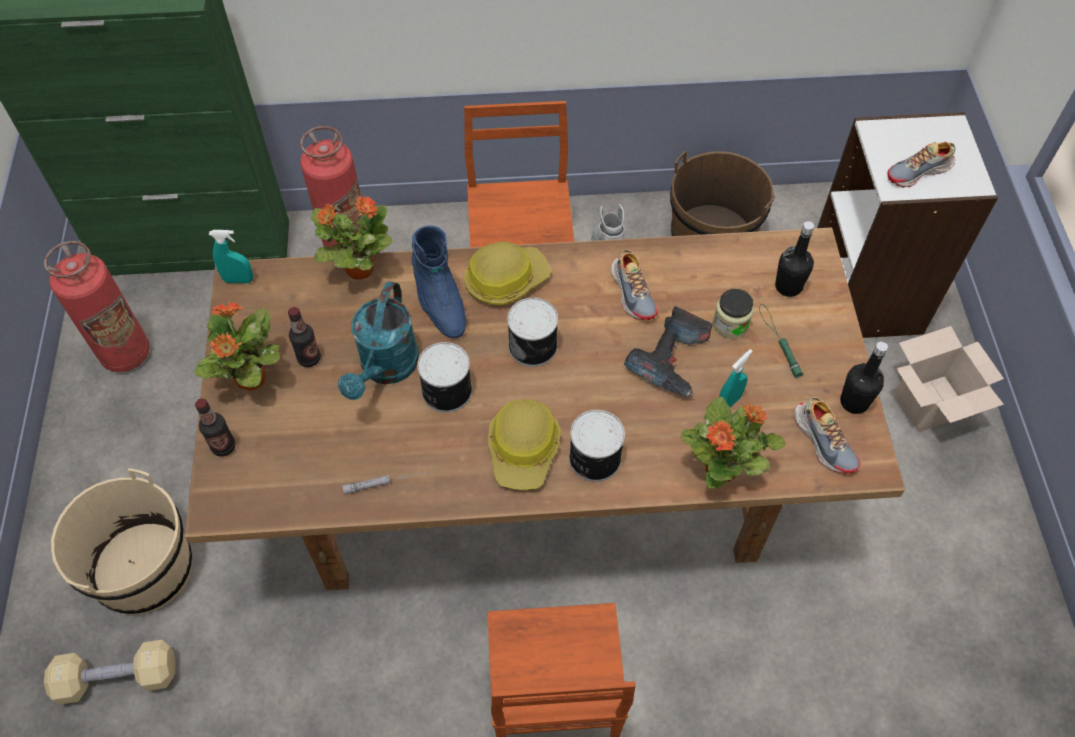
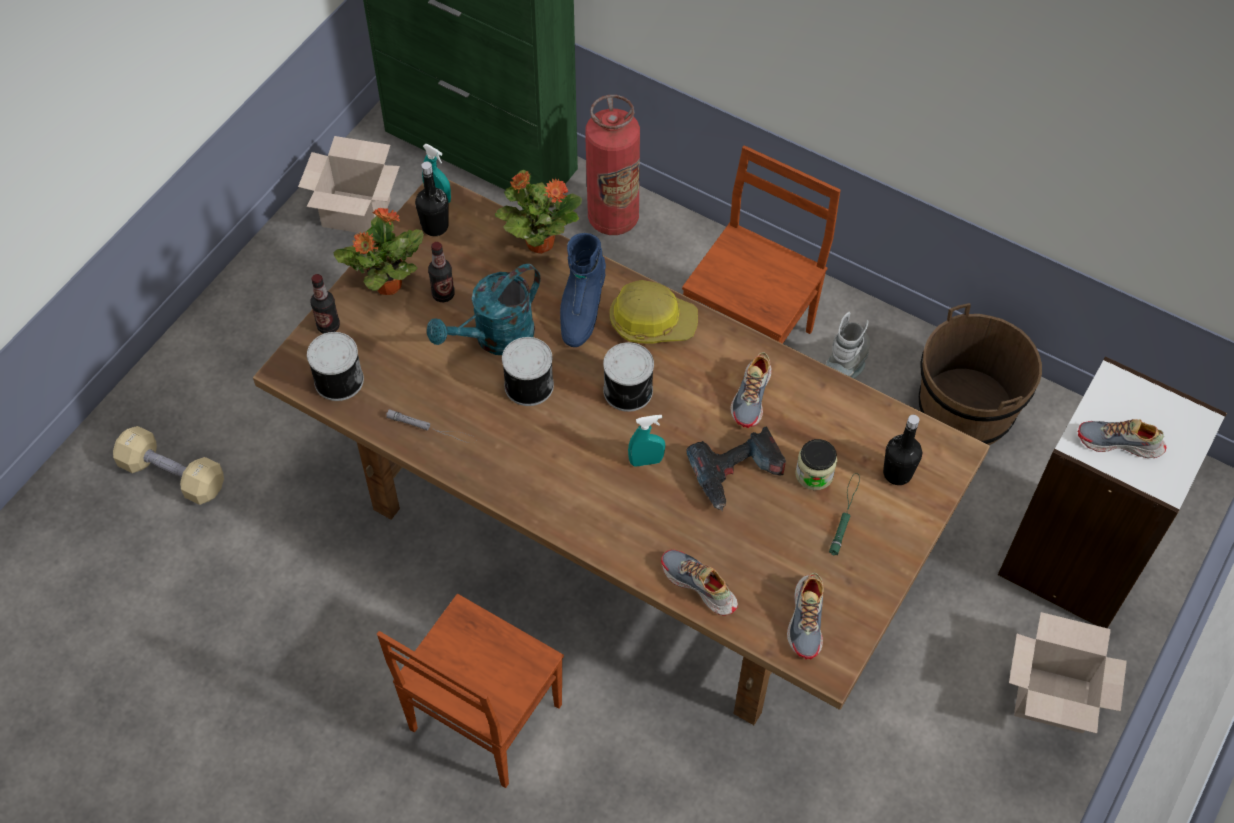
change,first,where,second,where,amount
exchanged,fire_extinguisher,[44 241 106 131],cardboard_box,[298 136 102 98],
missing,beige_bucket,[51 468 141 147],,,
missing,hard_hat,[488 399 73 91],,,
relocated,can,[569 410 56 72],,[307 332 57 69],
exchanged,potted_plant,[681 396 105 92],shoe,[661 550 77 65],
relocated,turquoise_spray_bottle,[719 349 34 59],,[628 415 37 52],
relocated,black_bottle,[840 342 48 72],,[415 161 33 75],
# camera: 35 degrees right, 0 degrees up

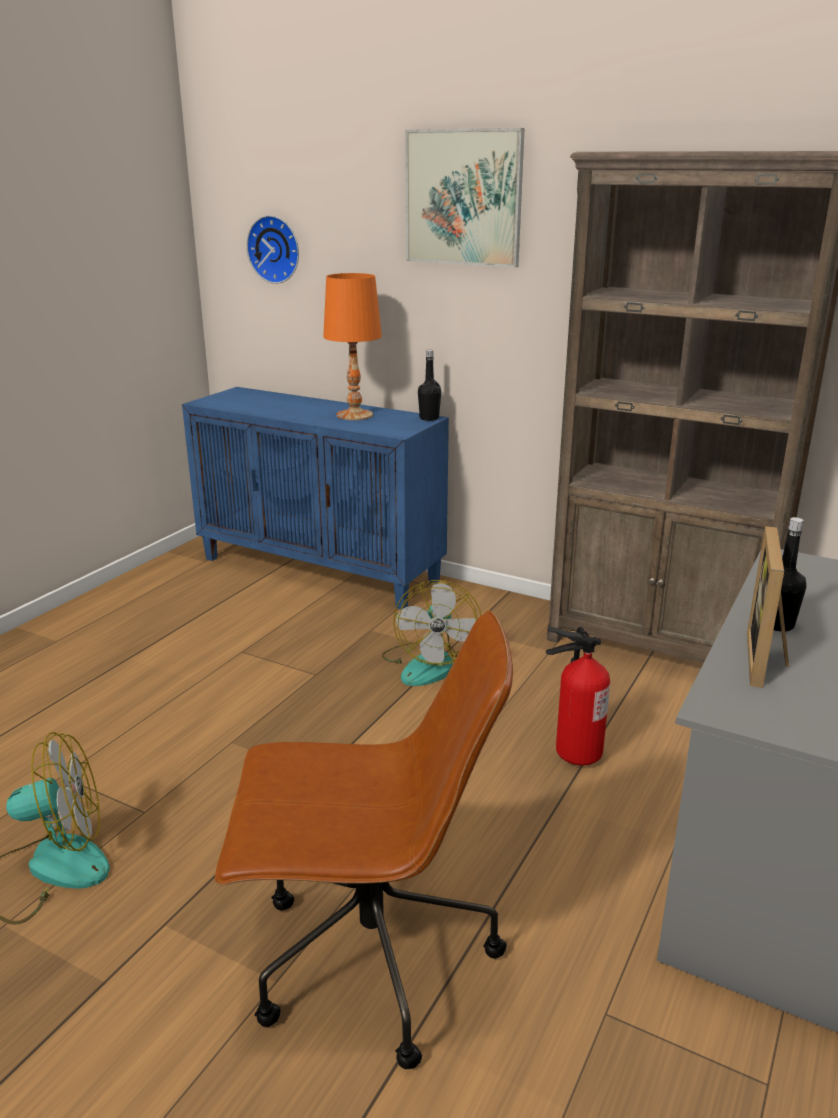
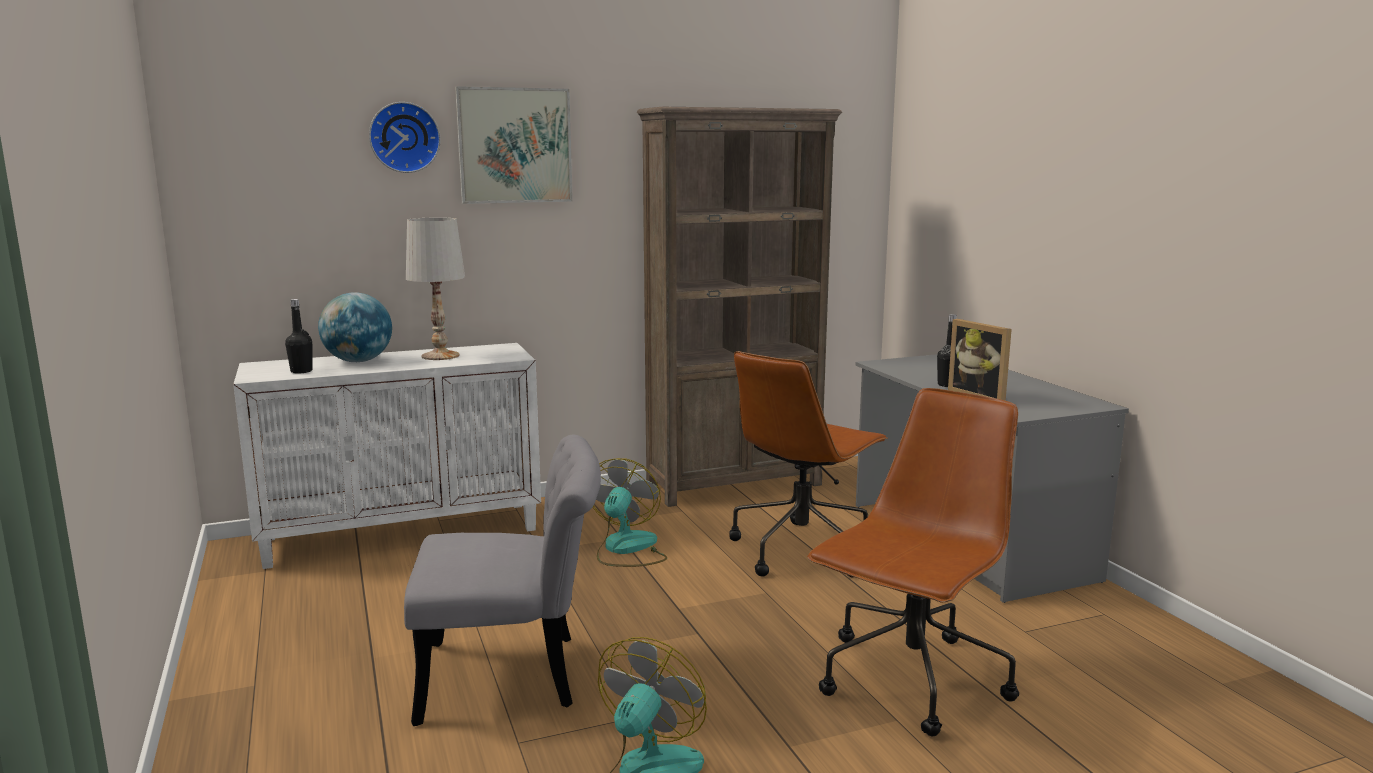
change,first,where,second,where,amount
colour,blue_cabinet,[182 387 267 223],white_cabinet,[233 343 308 226],
relocated,wall_clock,[246 215 53 69],,[369 102 72 71],
colour,orange_table_lamp,[323 273 59 147],white_table_lamp,[406 217 59 143],
spun,fan,[382 580 99 106],,[593 458 74 109],120 degrees counterclockwise
relocated,black_bottle,[418 350 23 71],,[285 299 28 74],
exchanged,fire_extinguisher,[546 627 64 139],brown_office_chair,[729 351 159 226],
appeared,,,globe,[318 292 74 70],
appeared,,,grey_chair,[404 435 197 291],
# camera: 50 degrees left, 10 degrees down

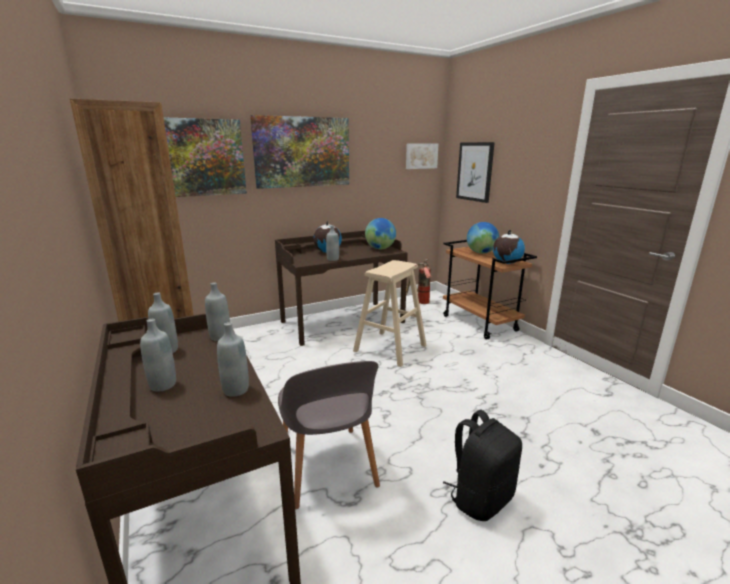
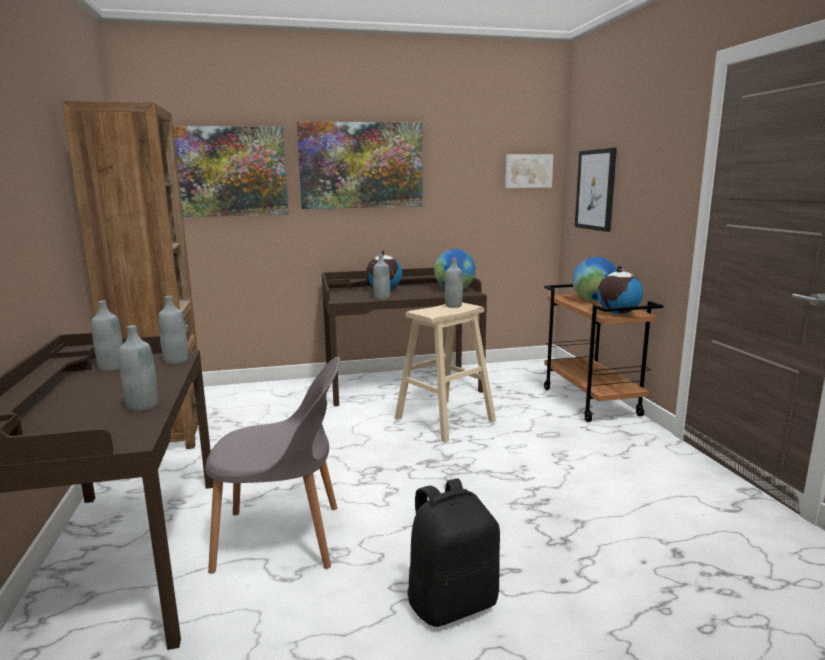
change,first,where,second,where,amount
relocated,grey_bottle,[140 319 36 72],,[445 258 18 50],
spun,grey_chair,[278 361 102 148],,[205 357 135 217],90 degrees counterclockwise
missing,fire_extinguisher,[406 259 26 45],,,
# camera: 15 degrees right, 5 degrees down

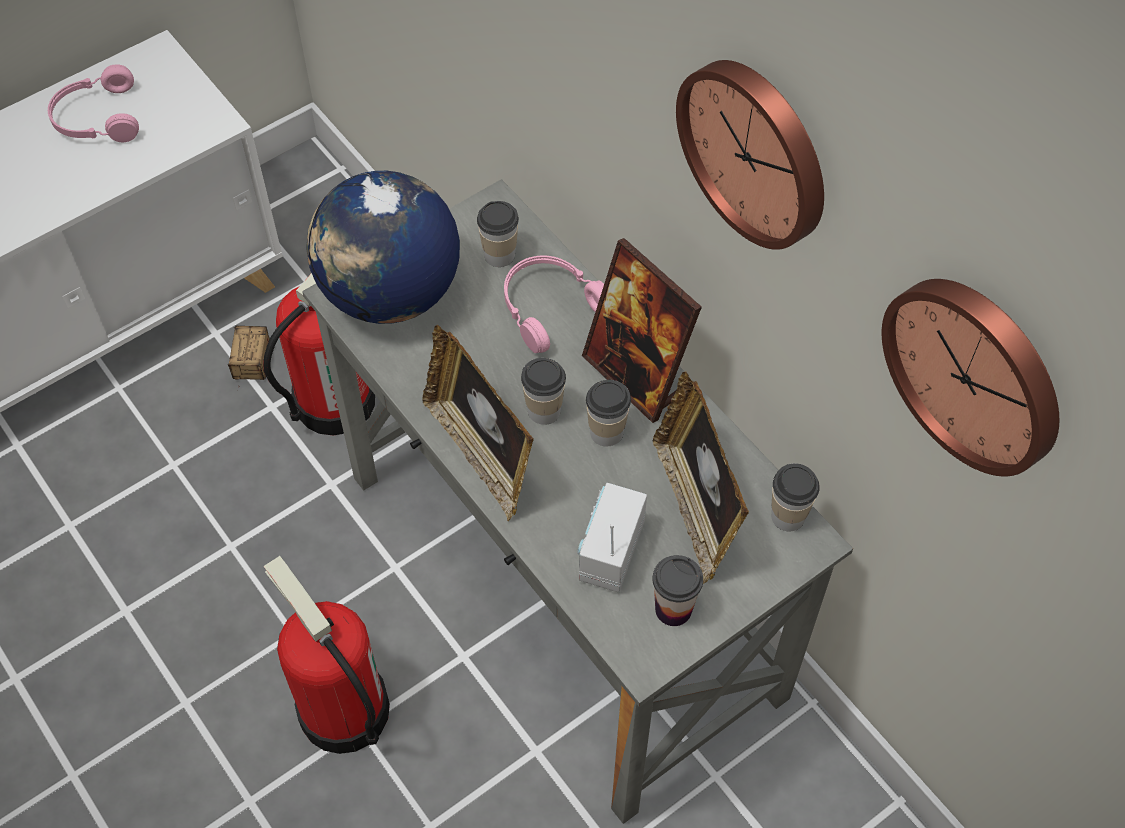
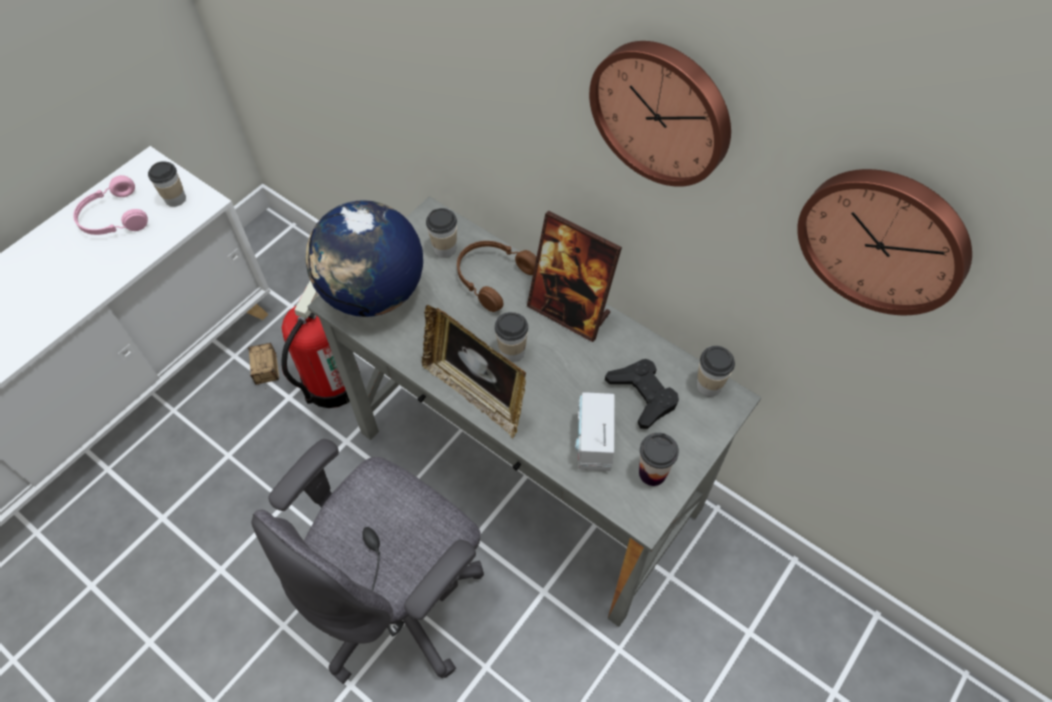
change,first,where,second,where,amount
exchanged,fire_extinguisher,[264 556 126 198],grey_office_chair,[251 439 233 245],
colour,pink_headphones,[504 255 100 98],brown_headphones,[457 241 79 71],
relocated,cup,[586 380 45 66],,[148 161 38 46],
exchanged,picture_frame,[653 372 96 212],black_game_controller,[605 359 74 70],
# camera: 15 degrees left, 0 degrees up

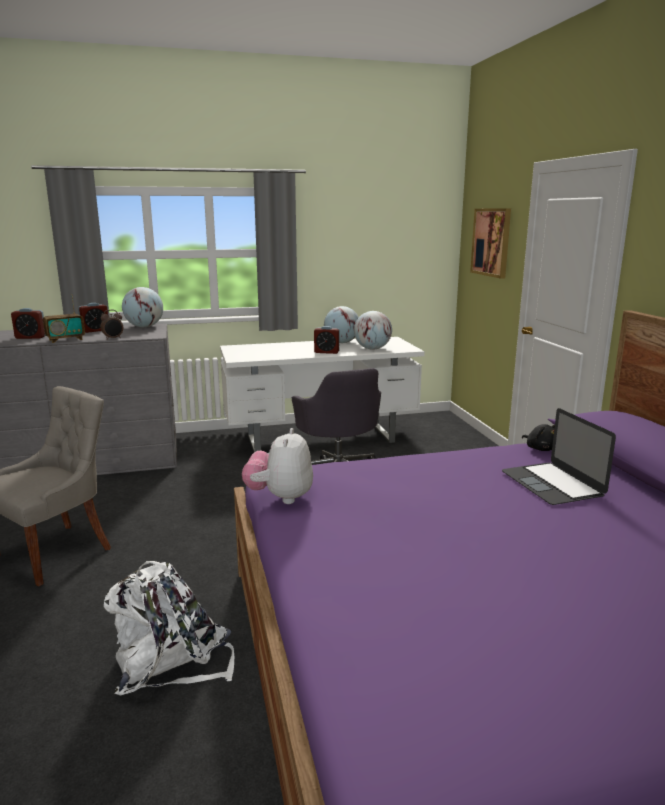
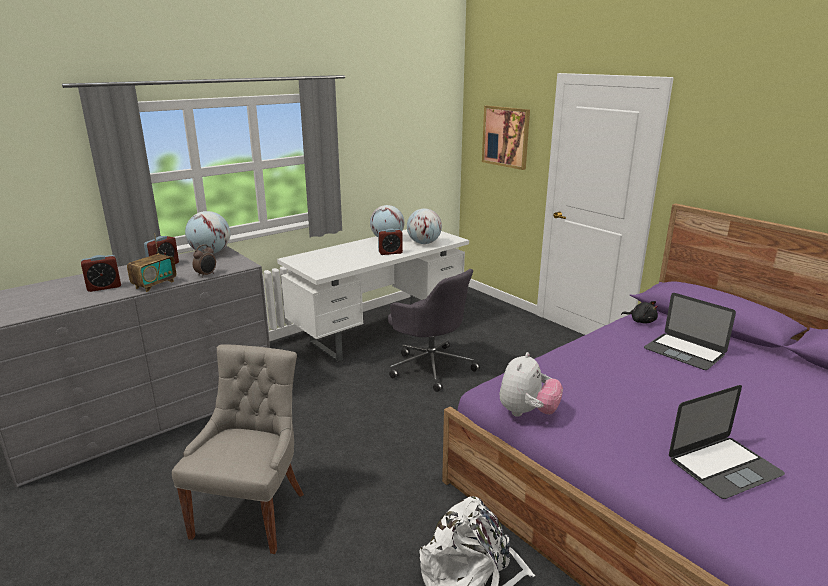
change,first,where,second,where,amount
spun,plush_toy,[242 428 71 76],,[500 352 63 65],135 degrees counterclockwise
appeared,,,laptop,[669 385 116 114],
# camera: 25 degrees left, 5 degrees up

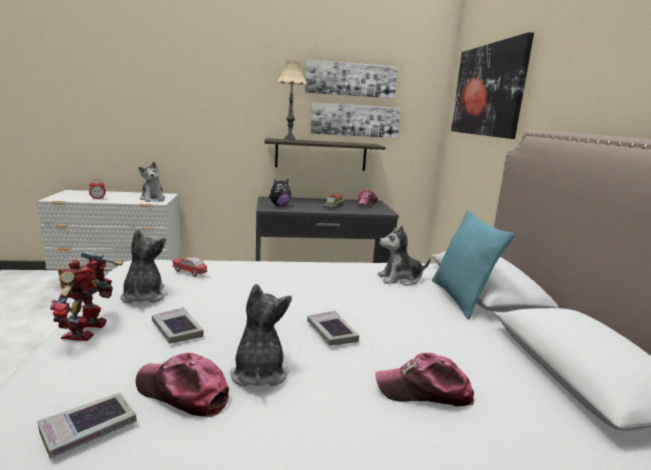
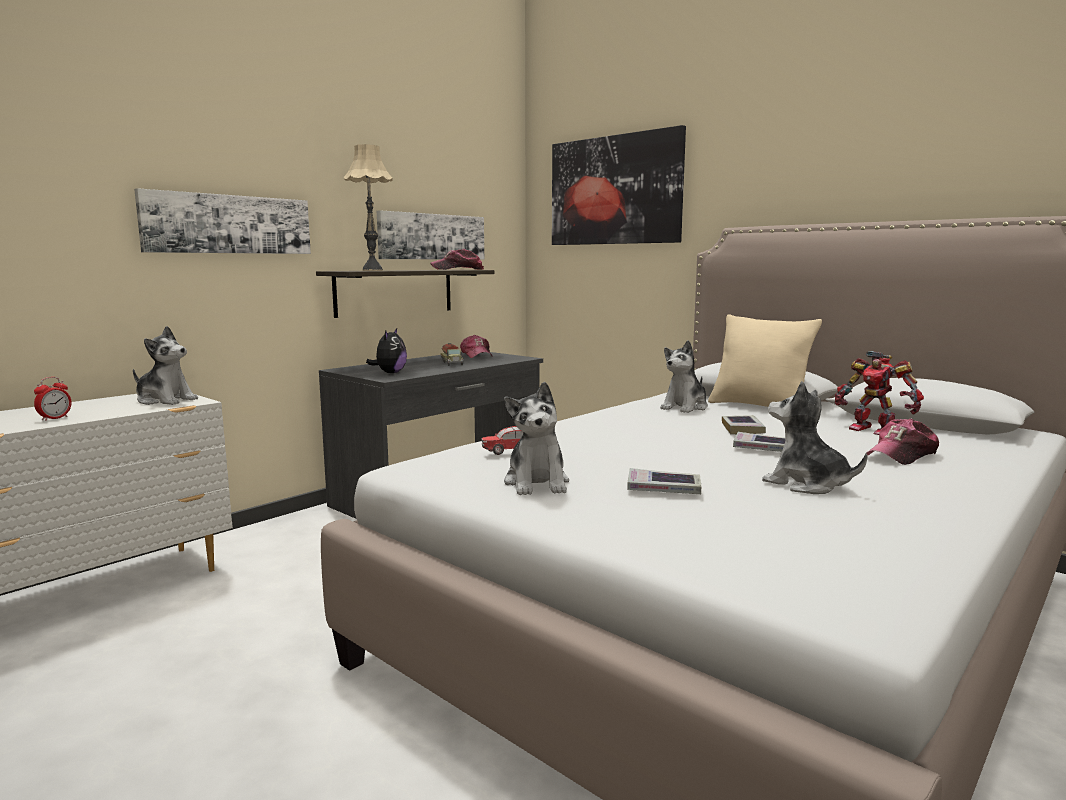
change,first,where,second,where,amount
relocated,book,[37 393 100 66],,[722 415 44 20],
relocated,toy_robot,[50 250 73 91],,[835 351 89 84],
spun,plush_toy,[120 229 47 75],,[504 382 65 113],135 degrees counterclockwise
relocated,cap,[135 353 94 64],,[430 249 54 21],
relocated,picture,[305 59 93 40],,[134 188 177 66],
colour,turquoise_pillow,[432 210 83 109],beige_pillow,[708 314 114 93],
# camera: 40 degrees left, 5 degrees down

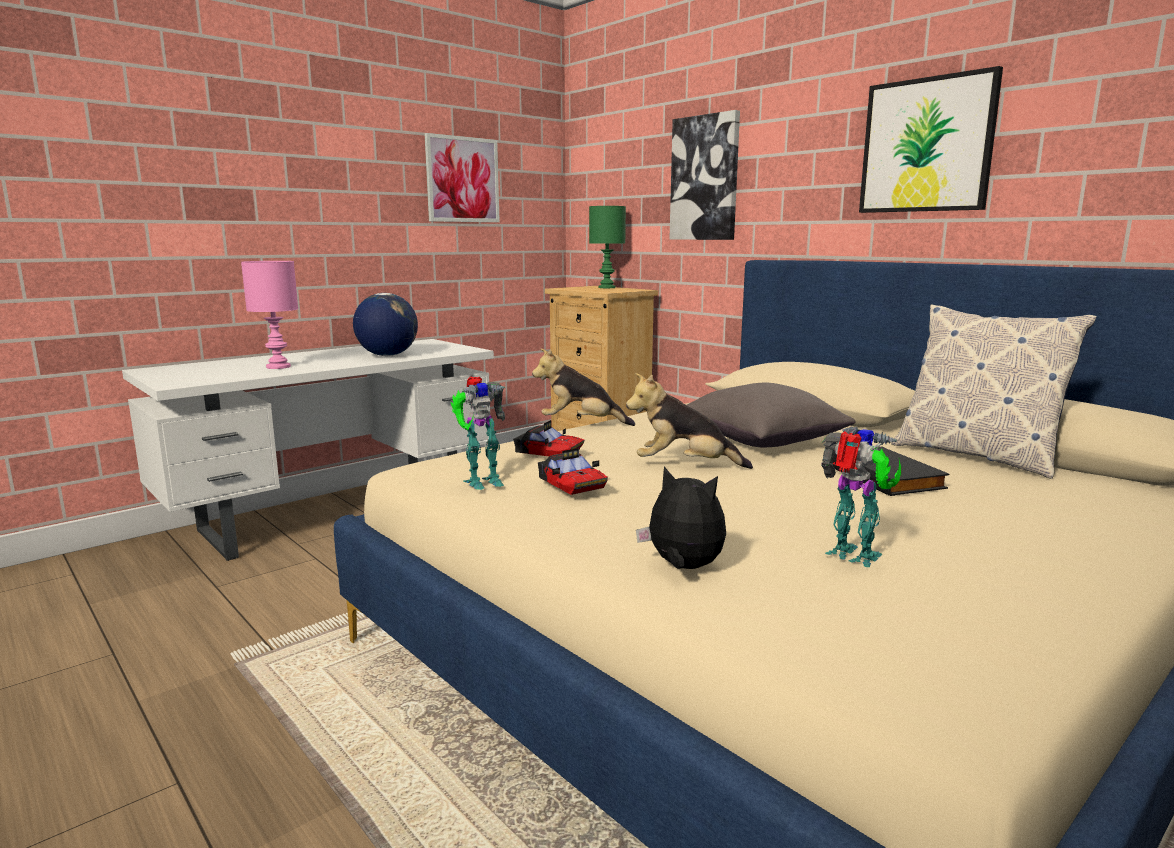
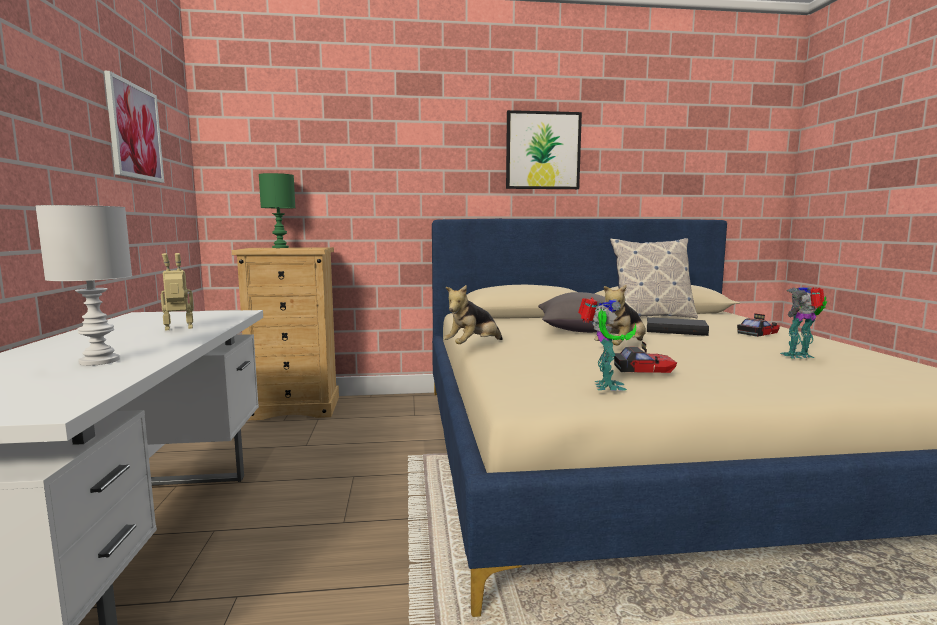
change,first,where,second,where,amount
colour,pink_table_lamp,[241 261 57 108],white_table_lamp,[35 205 97 161],
exchanged,globe,[353 293 65 63],toy_robot,[161 253 33 78],
relocated,toy_car,[513 420 72 36],,[737 313 43 24],
missing,plush_toy,[636 466 90 103],,,
missing,picture,[669 110 71 130],,,
# camera: 55 degrees left, 5 degrees down

